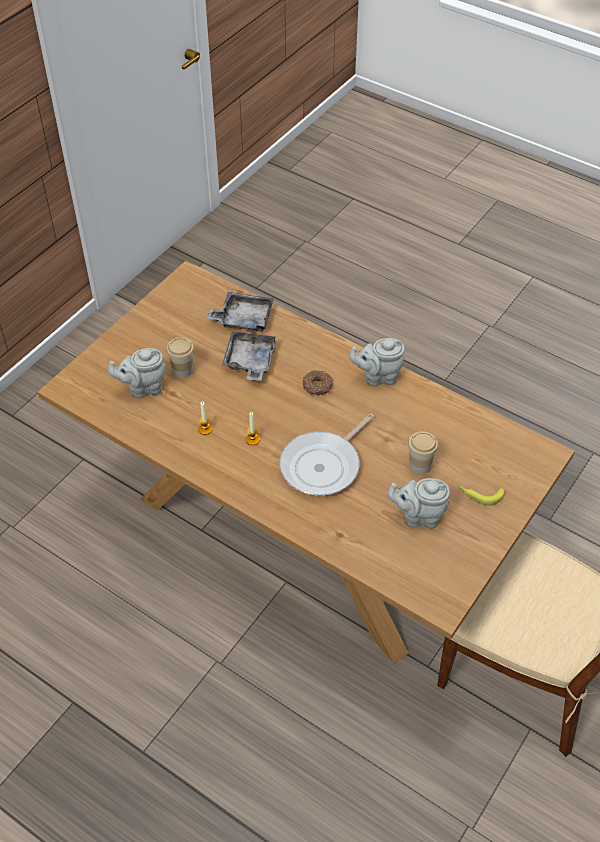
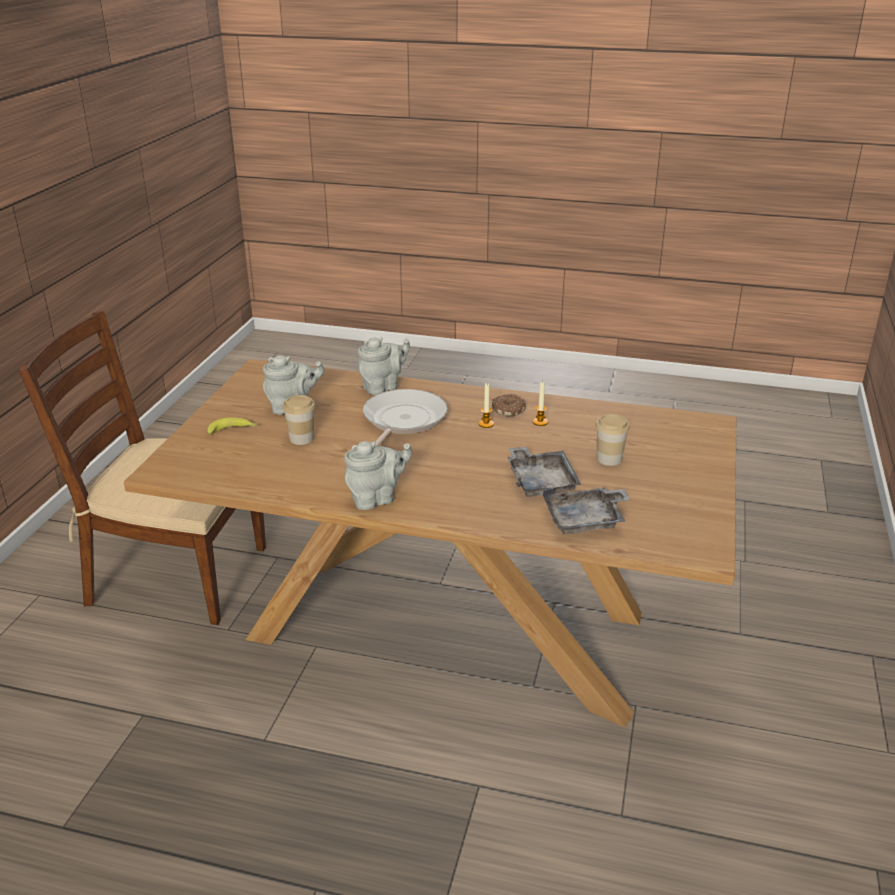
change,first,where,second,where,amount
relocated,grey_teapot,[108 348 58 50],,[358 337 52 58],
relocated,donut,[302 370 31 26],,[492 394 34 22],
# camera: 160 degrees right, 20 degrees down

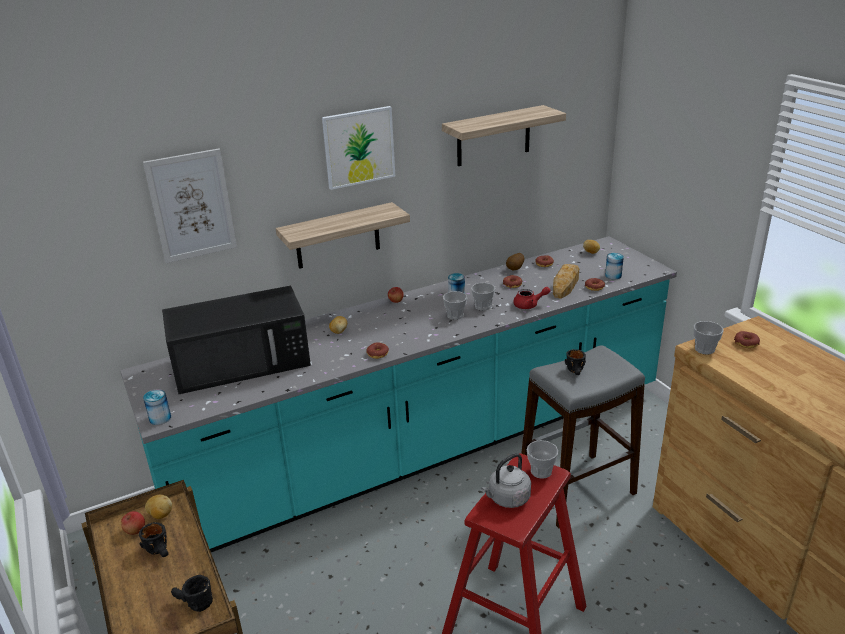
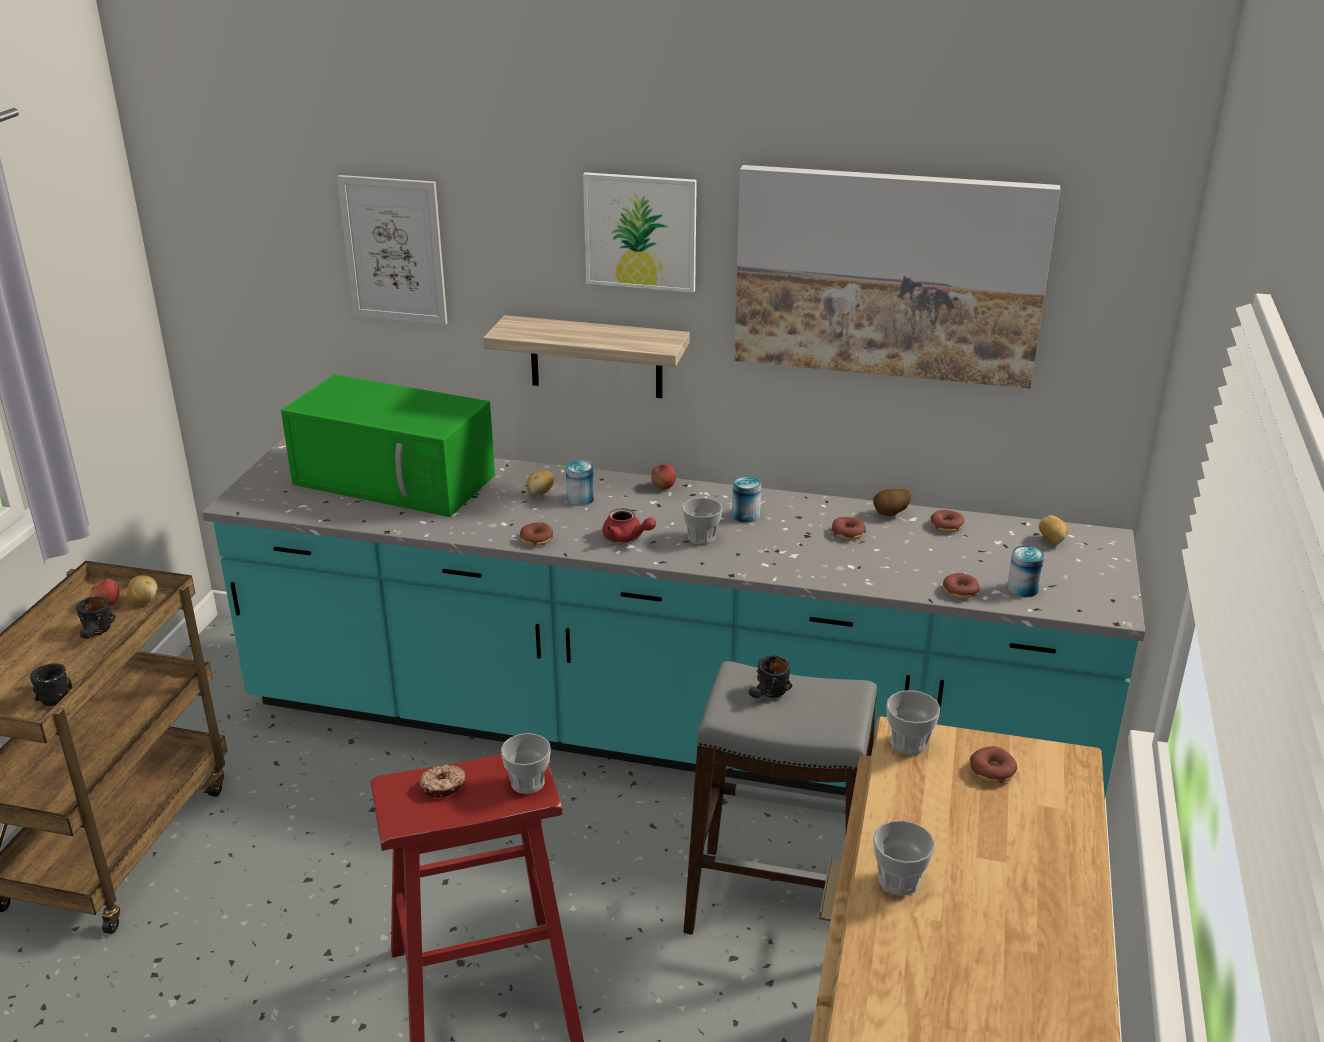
change,first,where,second,where,amount
relocated,can,[143 389 28 36],,[566 460 28 46],
colour,black_microwave,[162 286 149 108],green_microwave,[281 374 214 143],
exchanged,shelf,[442 105 124 61],picture,[734 165 326 224],
relocated,cup,[471 283 24 28],,[873 820 62 76],
exchanged,grey_kettle,[481 453 50 55],donut,[420 765 46 33],
relocated,red_teapot,[513 287 37 22],,[602 508 54 34],
missing,bread,[553 264 26 35],,,
# camera: 40 degrees right, 0 degrees up

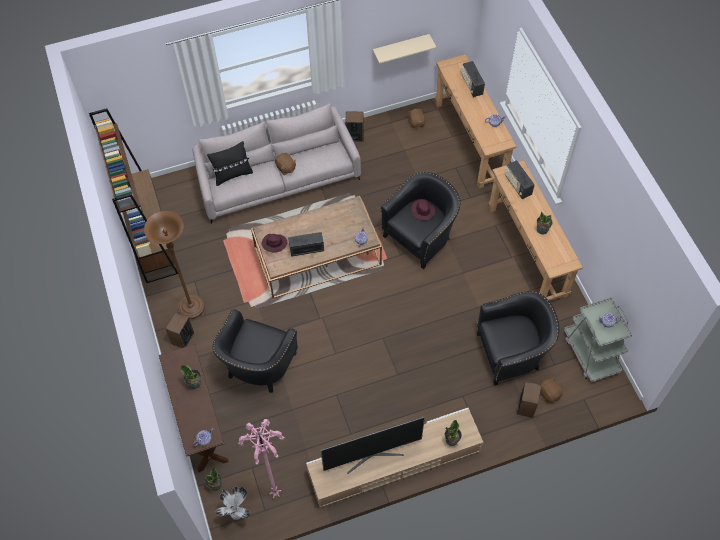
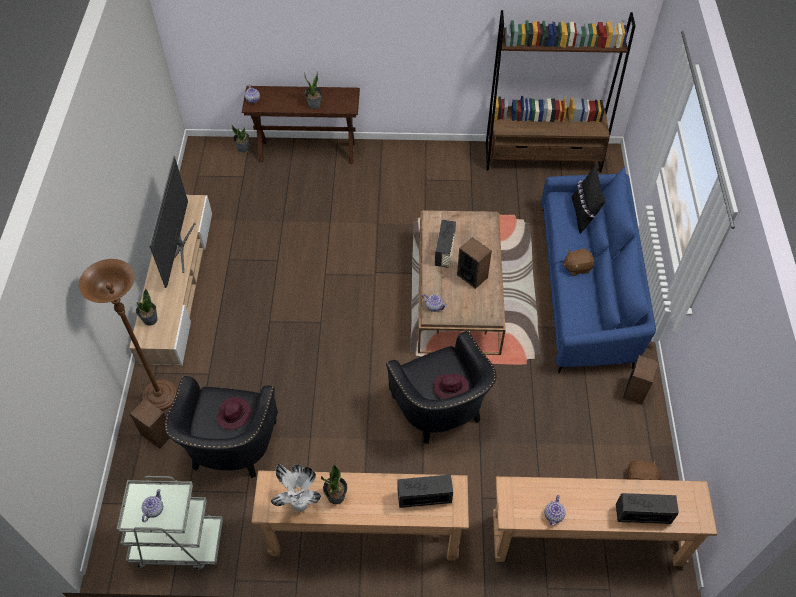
change,first,where,second,where,amount
relocated,brown_floor_lamp,[144 211 61 108],,[79 259 98 152],
relocated,speaker,[165 312 29 36],,[457 237 35 52],
colour,grey_sofa,[193 103 168 121],blue_sofa,[541 166 115 207],
missing,black_armchair,[213 309 85 84],,,
relocated,potted_plant,[216 487 34 33],,[271 464 50 48],
missing,pink_floor_lamp,[238 419 46 79],,,
relocated,purple_hat,[262 234 25 19],,[216 397 35 33],
missing,beige_shelf,[373 34 63 30],,,
missing,brown_plush_toy,[540 378 23 25],,,
# camera: 110 degrees right, 5 degrees down

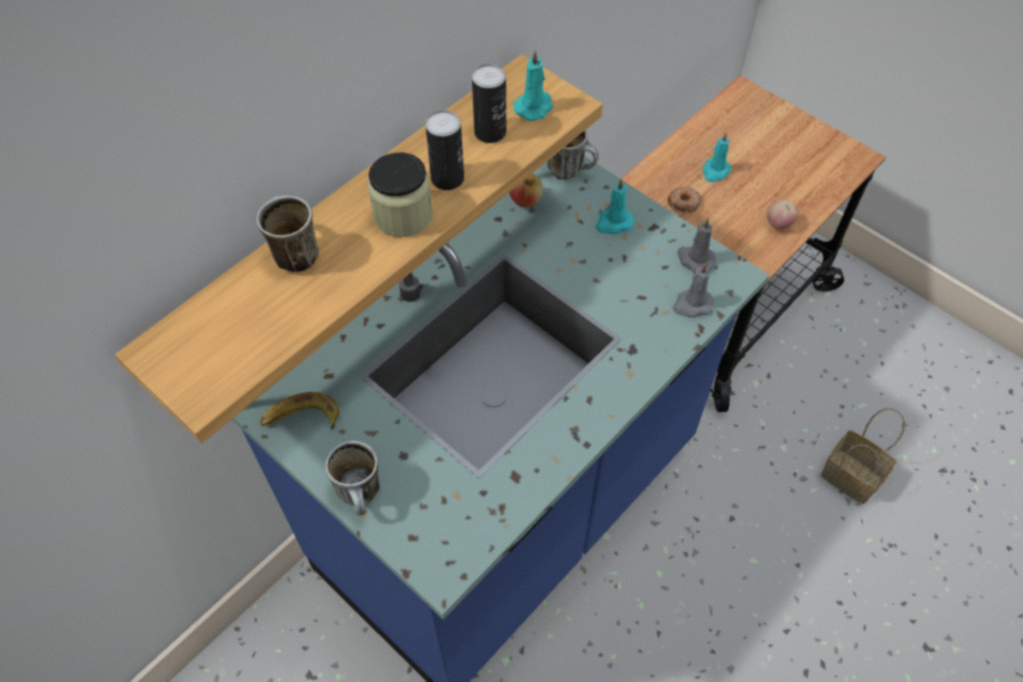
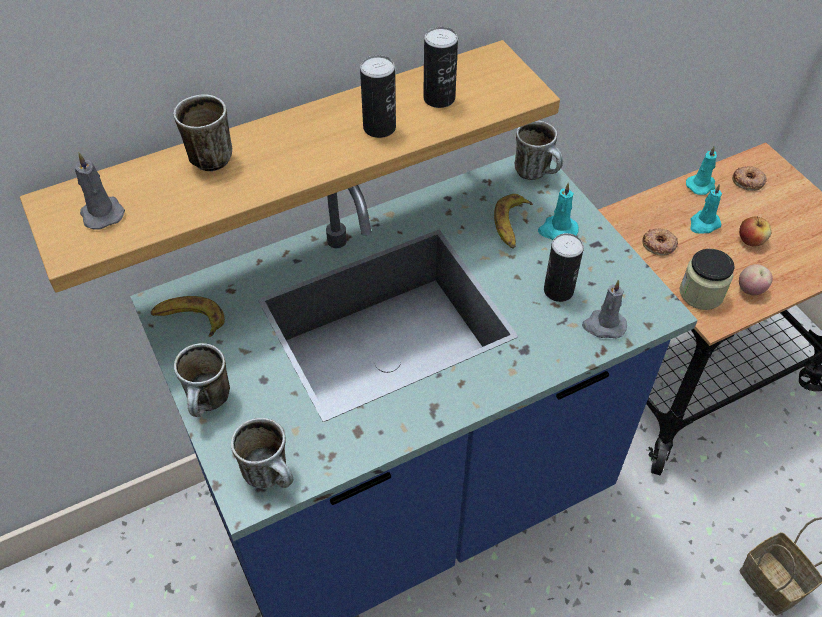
change,first,where,second,where,amount
relocated,jar,[368 152 65 85],,[680 249 55 61],
relocated,apple,[509 174 34 33],,[739 216 33 31],
relocated,turquoise_candle,[513 50 40 71],,[686 146 31 49],
relocated,grey_candle,[677 217 39 56],,[75 152 50 78],
appeared,,,mug,[231 418 62 70],
appeared,,,banana,[494 194 39 55],
appeared,,,can,[544 233 40 69],
appeared,,,donut,[732 166 35 25],
# camera: 20 degrees right, 5 degrees down

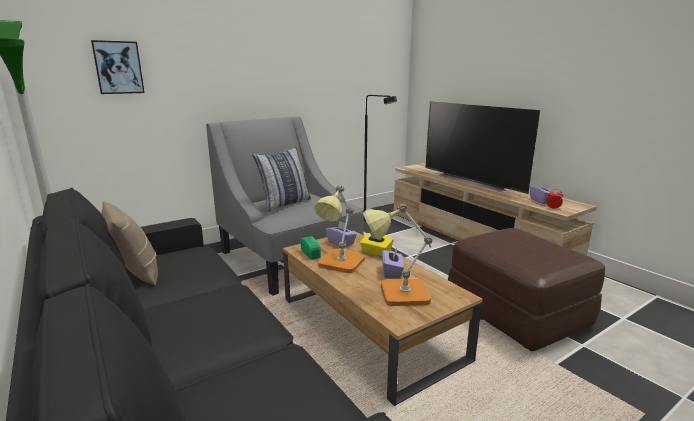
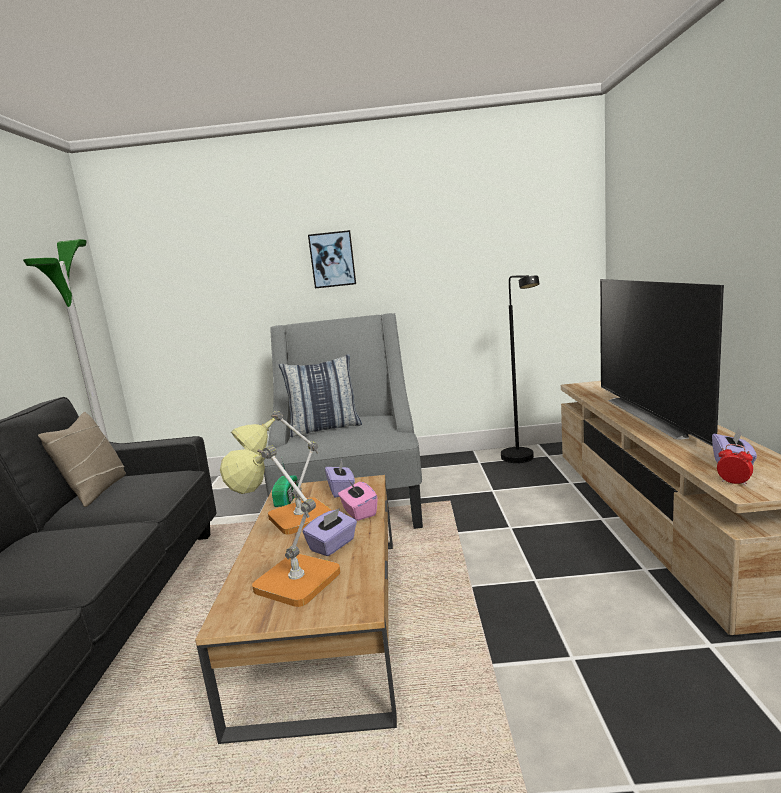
change,first,where,second,where,amount
relocated,picture,[91 40 54 54],,[308 230 48 58],
colour,yellow_tissue_box,[360 232 34 25],pink_tissue_box,[338 481 40 40],
missing,brown_ottoman,[448 228 157 123],,,
# camera: 35 degrees right, 5 degrees down

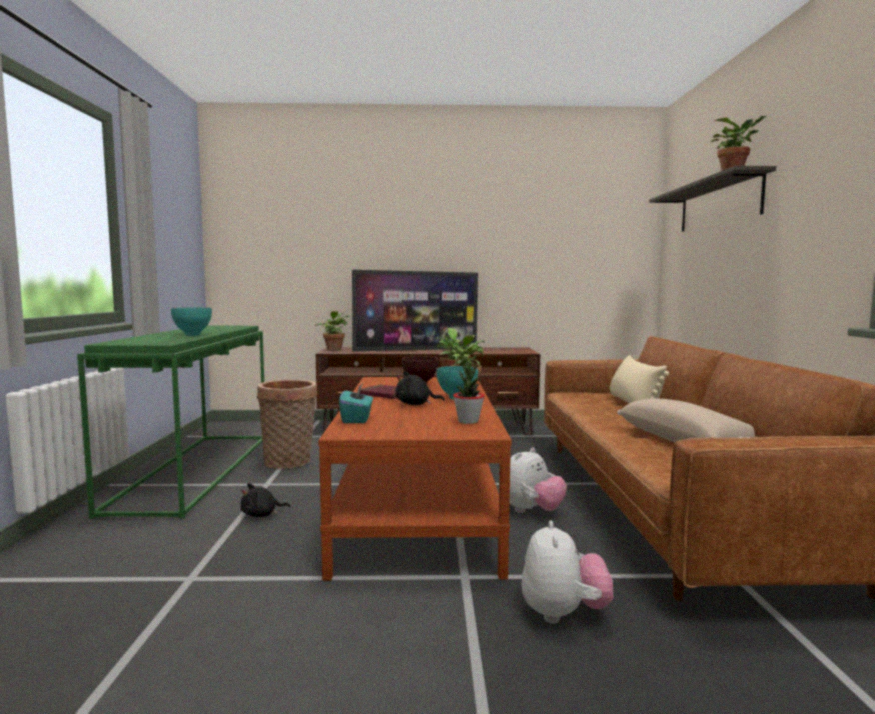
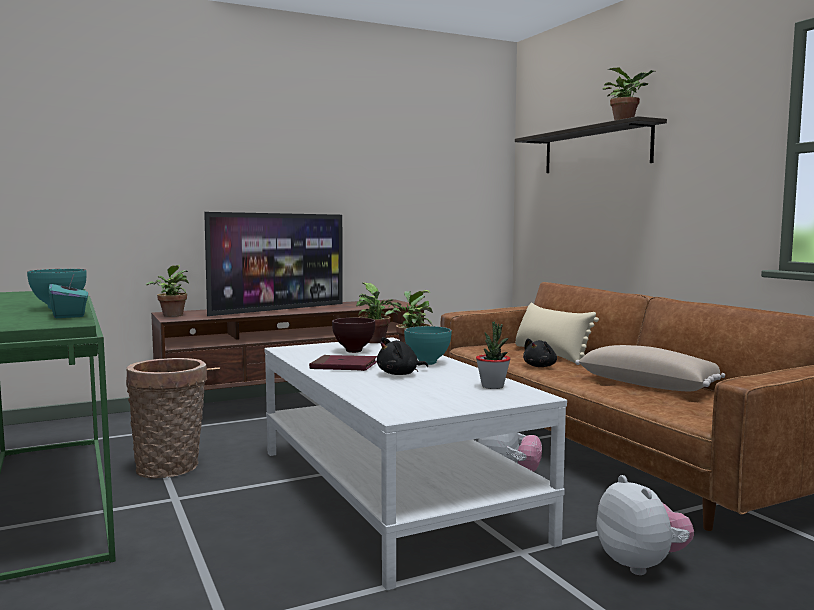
change,first,where,second,where,amount
relocated,black_plush_toy,[240 483 50 34],,[523 338 34 29],
colour,brown_coffee_table,[318 377 194 204],white_coffee_table,[264 337 303 253],
relocated,turquoise_tissue_box,[339 383 34 40],,[49 275 39 43],
# camera: 25 degrees left, 0 degrees up

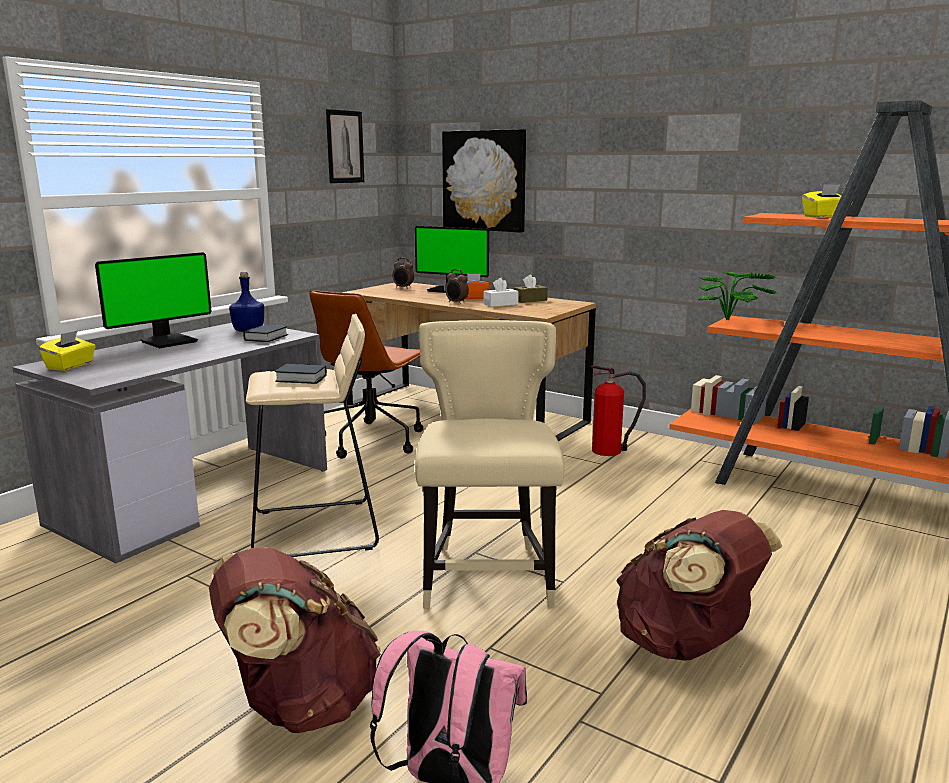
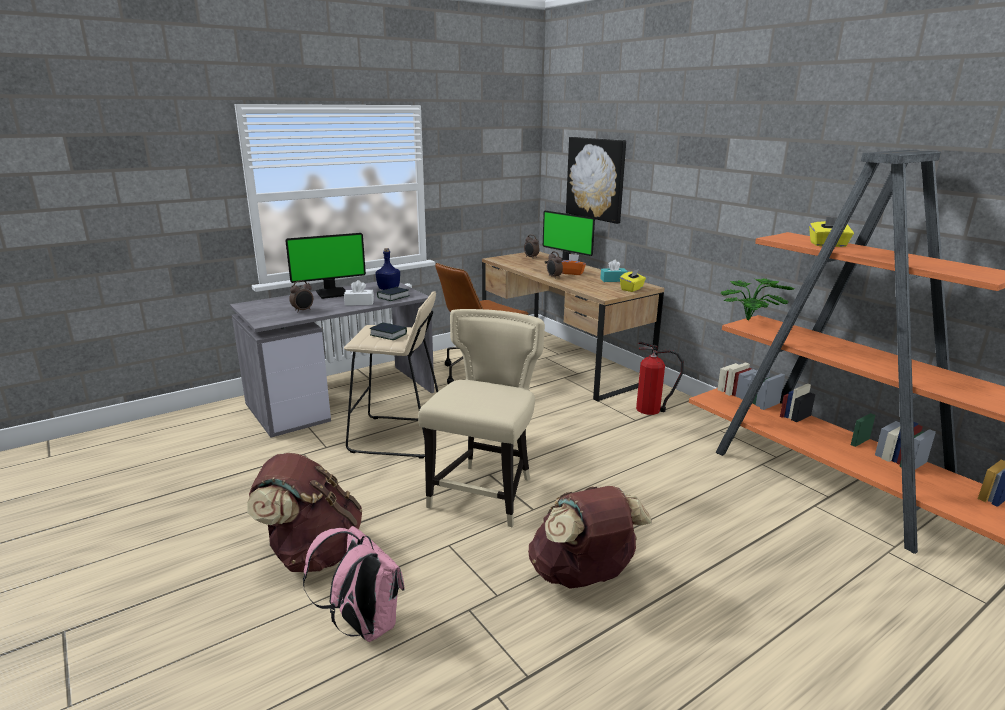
change,first,where,second,where,amount
relocated,yellow_tissue_box,[39 330 57 41],,[620 269 26 23],
missing,picture,[326 109 39 74],,,
relocated,white_tissue_box,[484 278 35 29],,[344 280 30 26],
colour,brown_tissue_box,[514 274 34 29],turquoise_tissue_box,[600 260 28 22],
appeared,,,alarm_clock,[289 280 24 33],
# camera: 20 degrees right, 5 degrees up

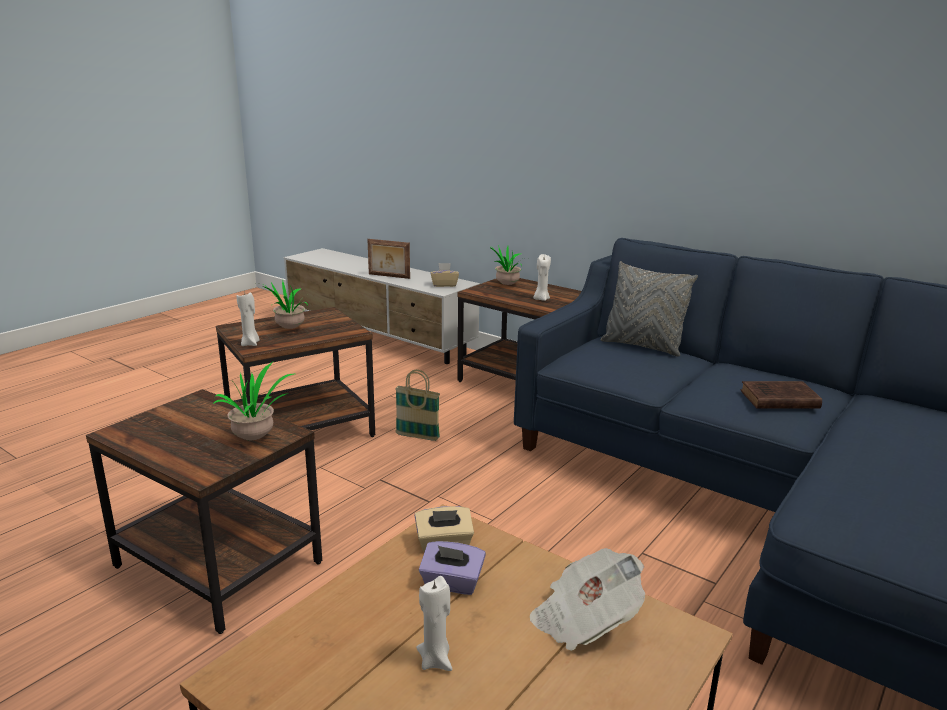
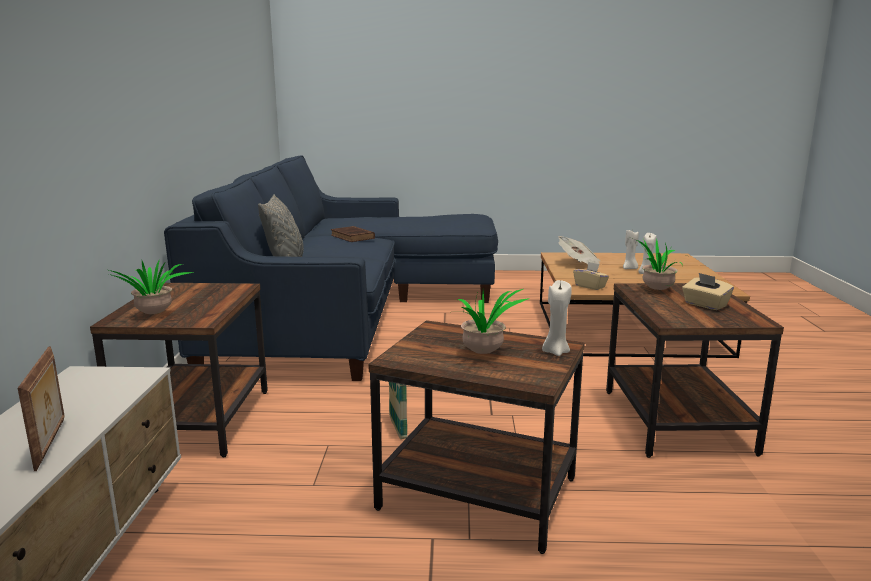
change,first,where,second,where,amount
missing,purple_tissue_box,[419 541 67 54],,,
relocated,beige_tissue_box,[431 263 28 24],,[682 273 52 37],
relocated,white_candle,[533 254 18 47],,[623 230 16 39],
# camera: 125 degrees left, 5 degrees down

